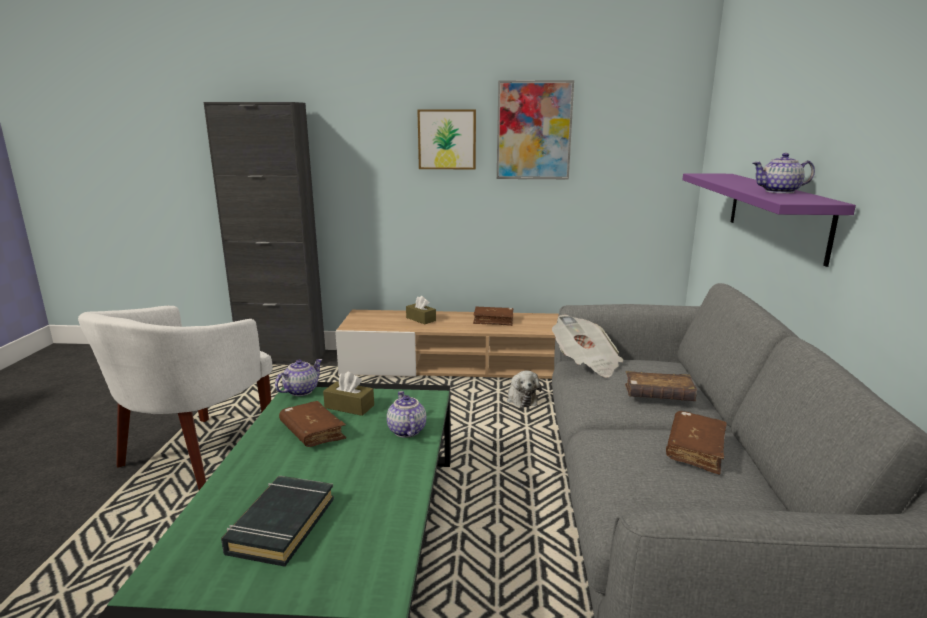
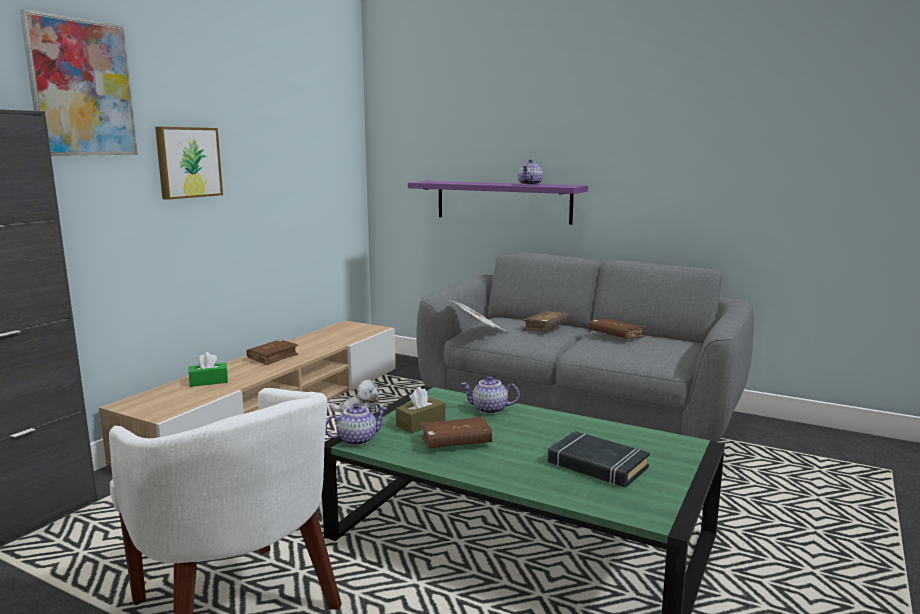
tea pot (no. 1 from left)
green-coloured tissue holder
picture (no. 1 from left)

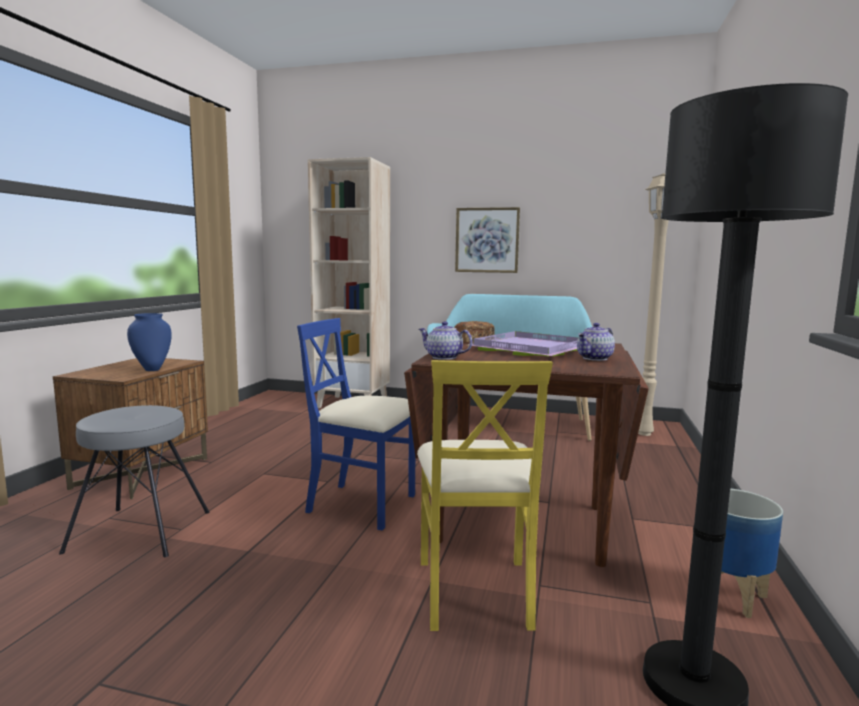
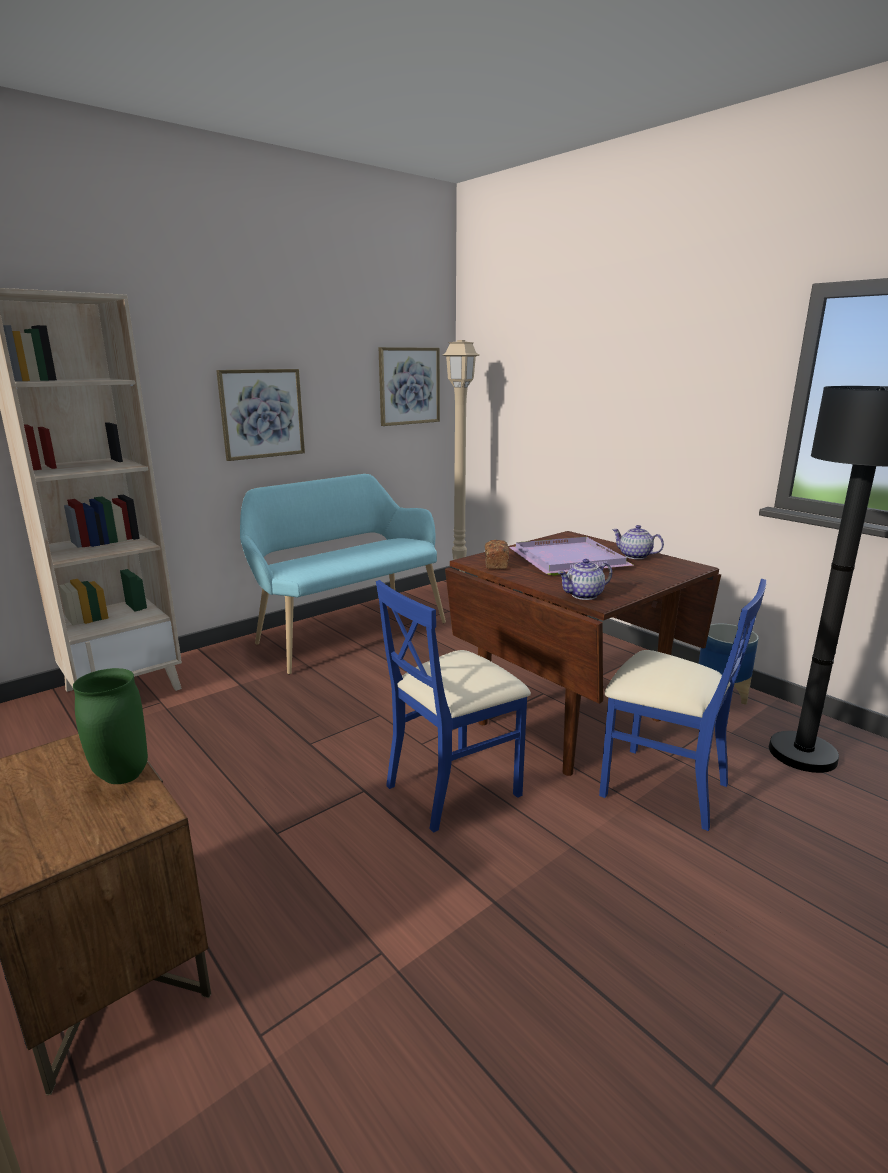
gray sitting stool
green-coloured decorative vase
blue chair (no. 2 from left)
tea pot (no. 2 from left)
picture (no. 2 from left)

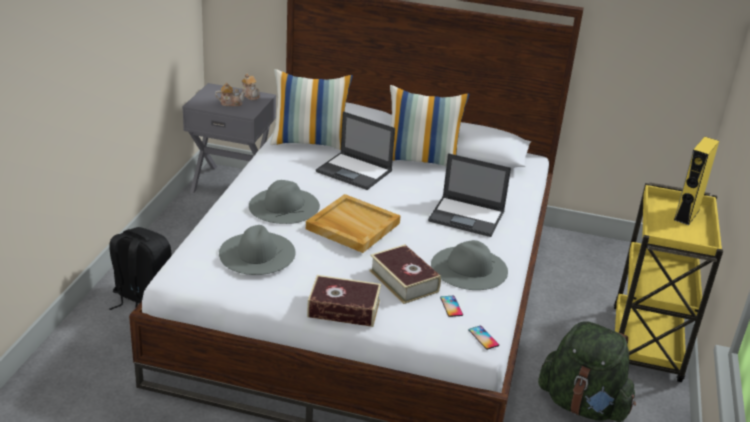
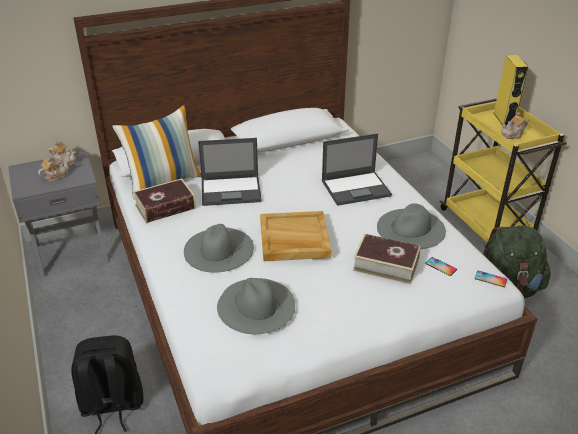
volume (no. 1 from left)
pillow (no. 2 from left in the first image)
tea pot (no. 3 from left)

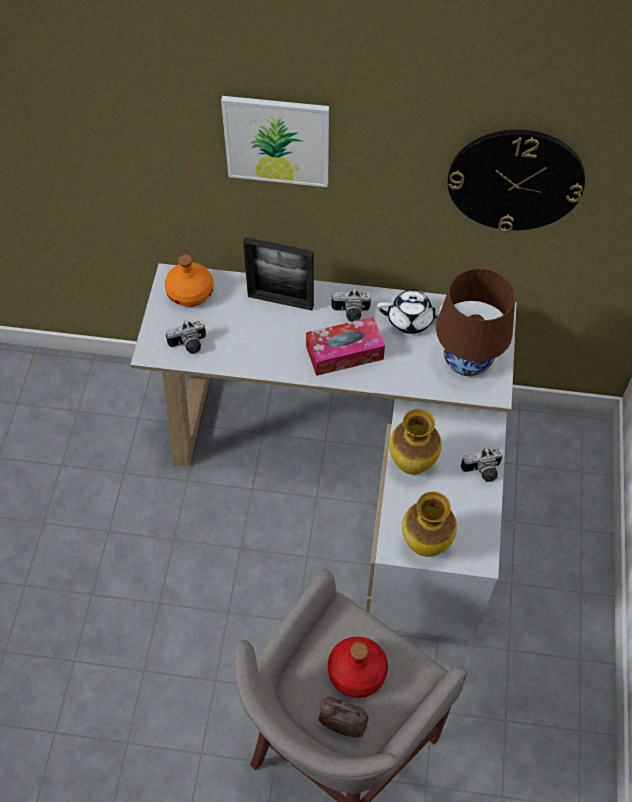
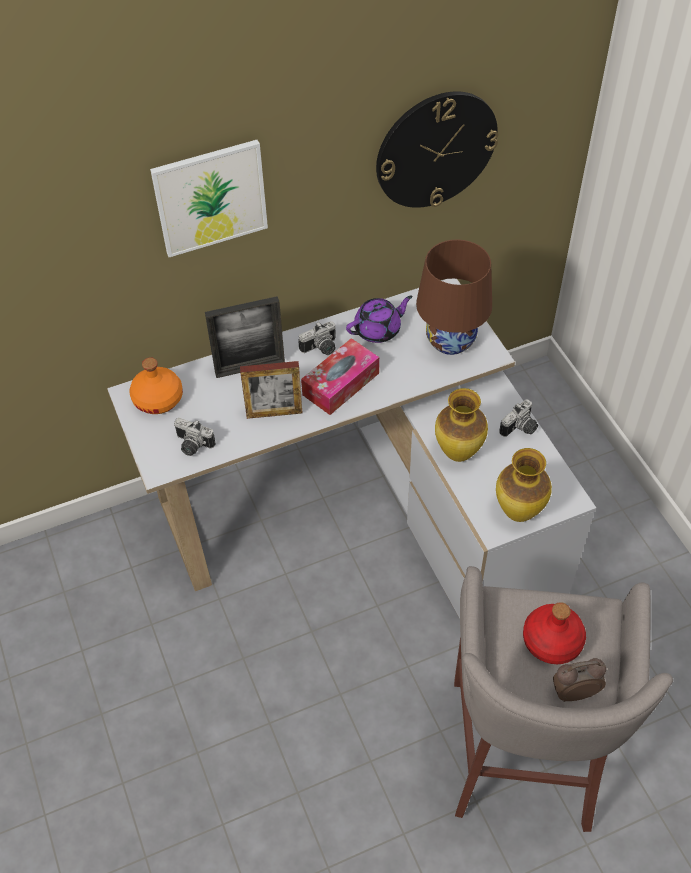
still camera (no. 1 from left)
purple-coloured tea pot
photo frame (no. 2 from left)

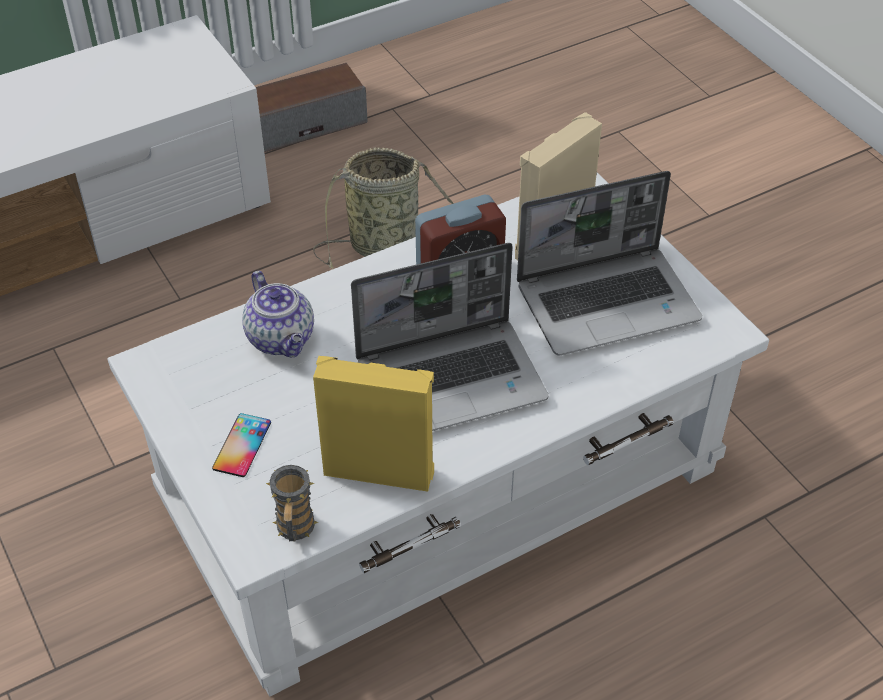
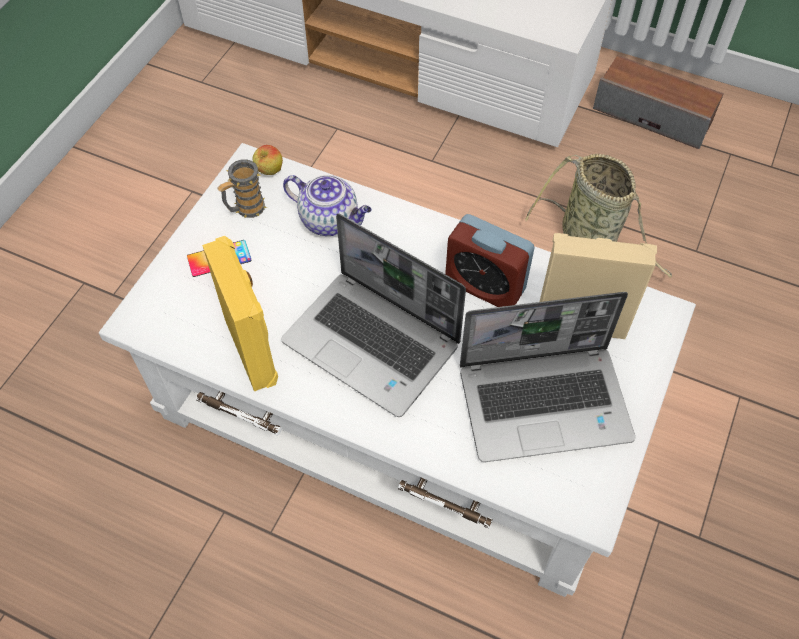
tea pot
tea mug
notebook computer (no. 2 from left)
apple fruit

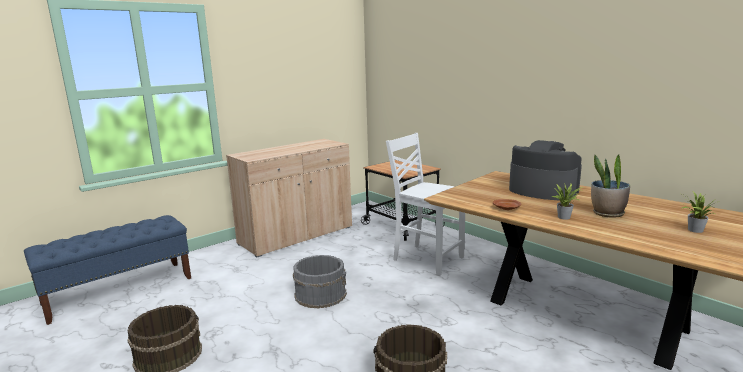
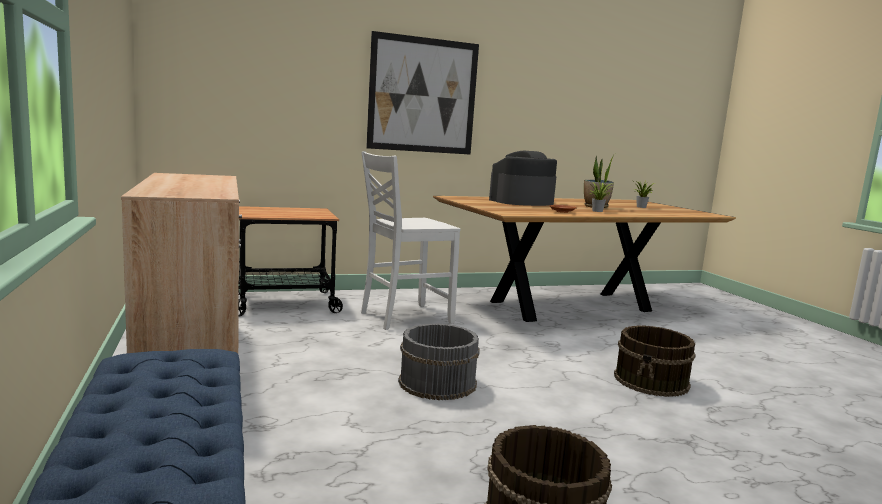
picture

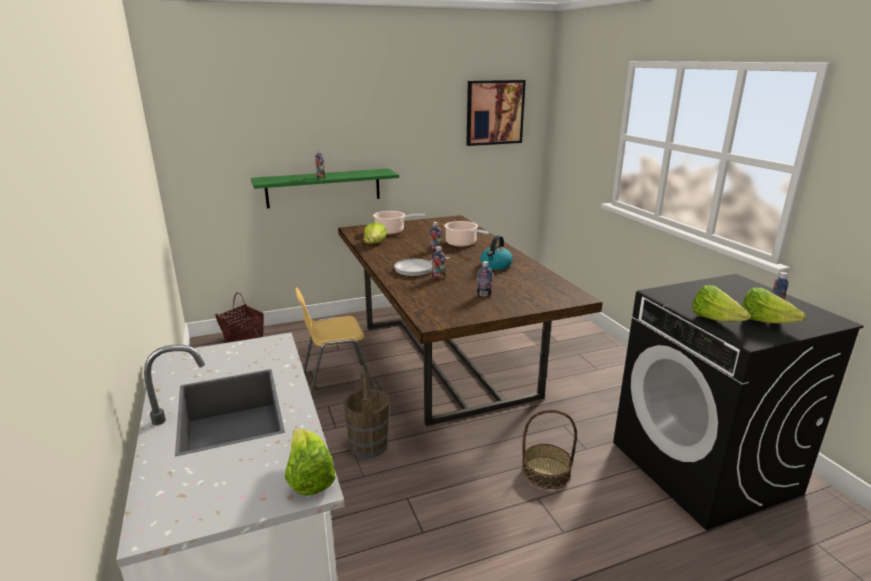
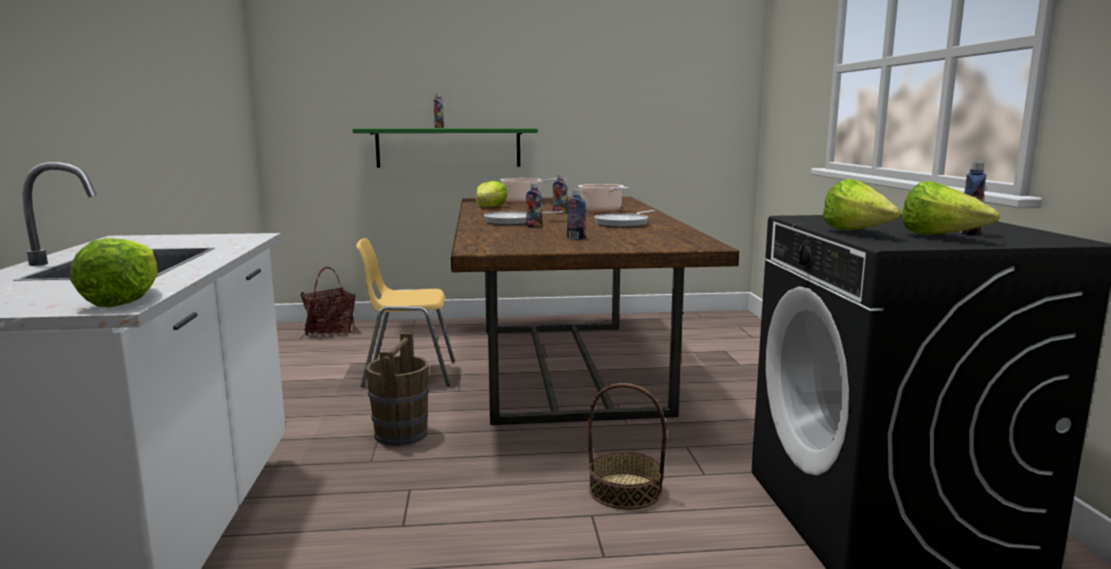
picture
frying pan (no. 2 from left)

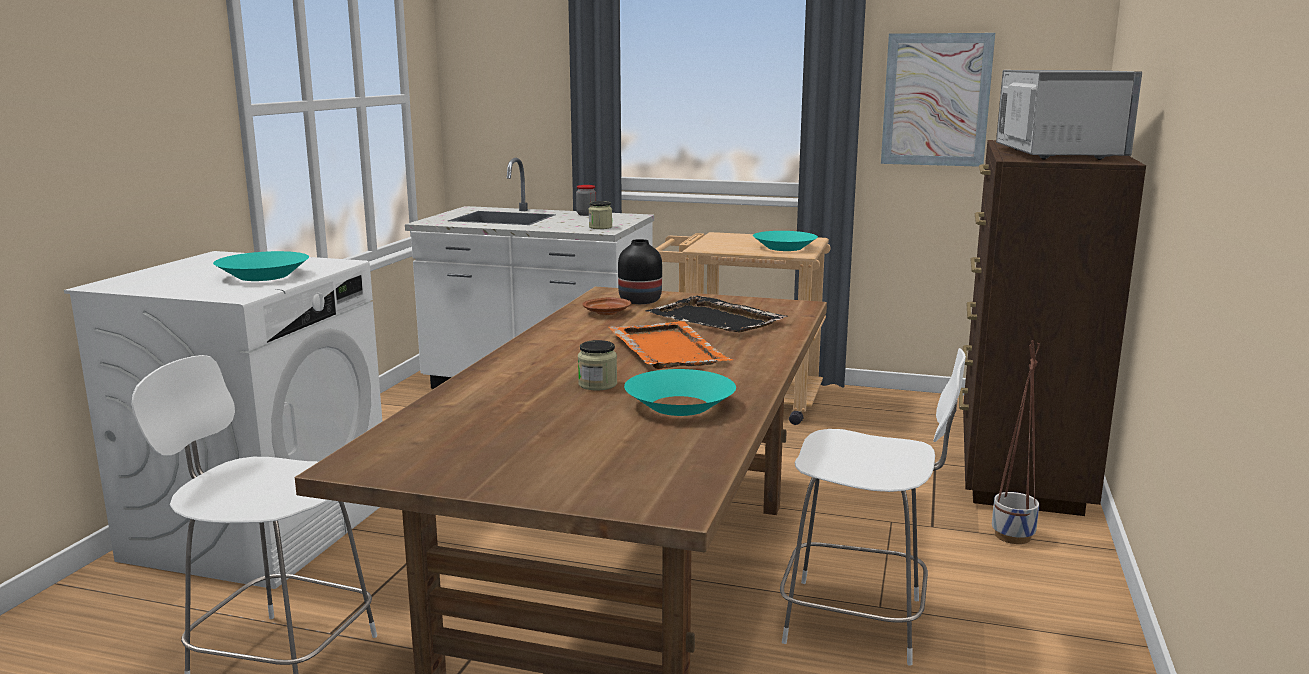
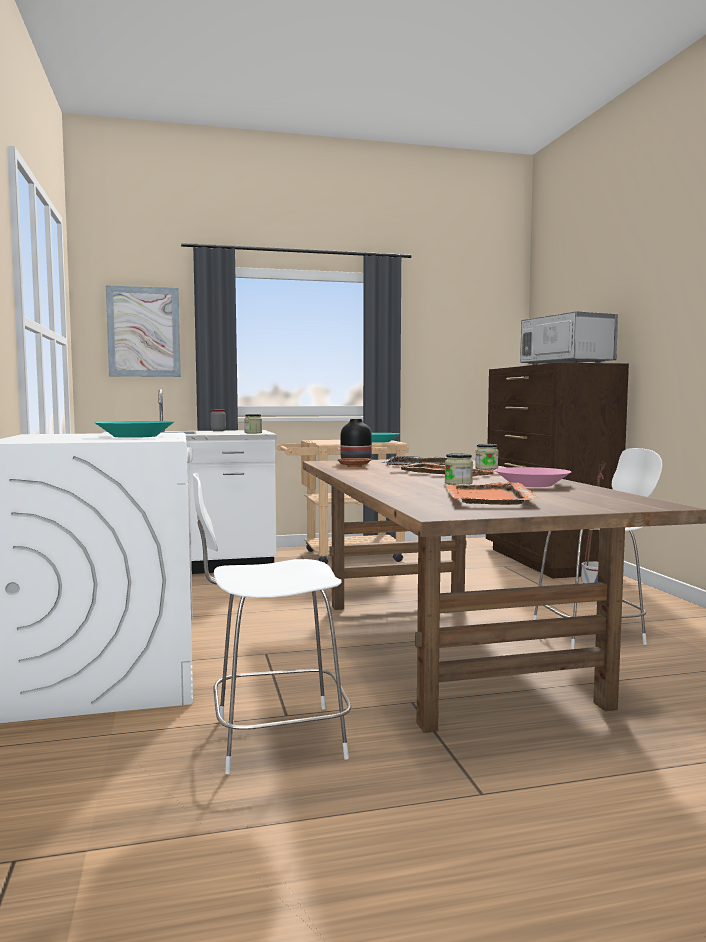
pink-coloured serving bowl
picture
orange tray (no. 2 from left)
jar (no. 4 from left)

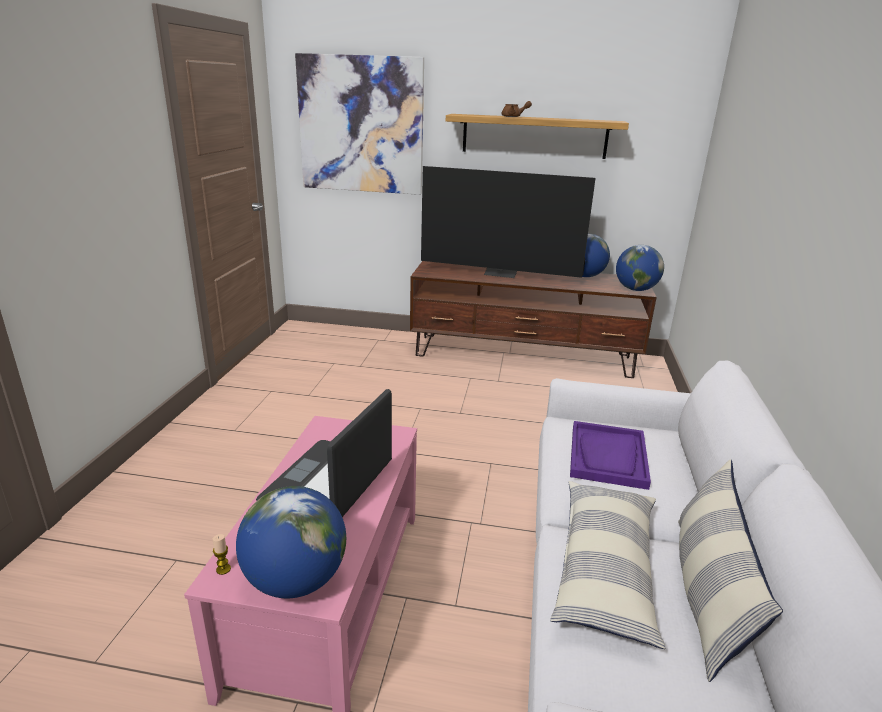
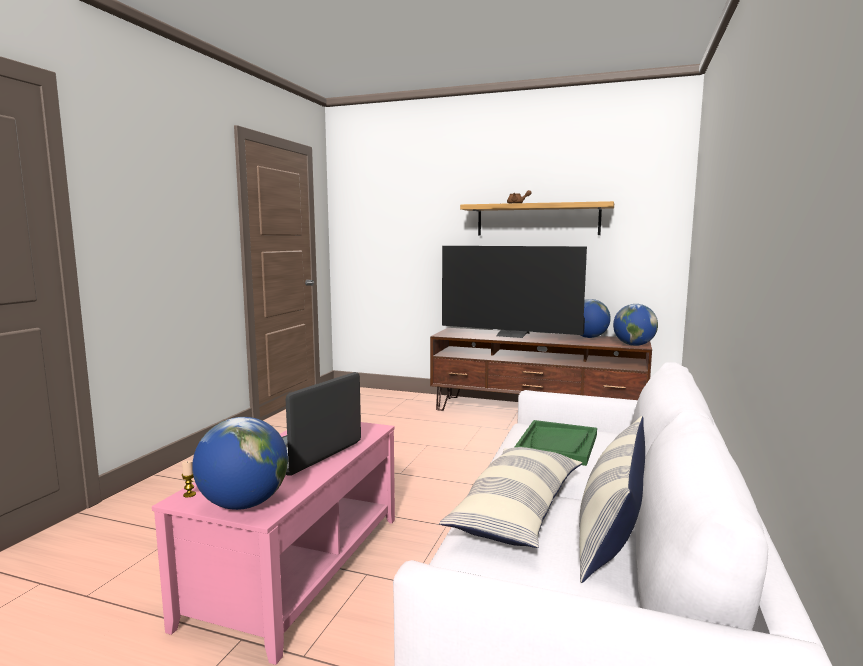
picture
green-coloured tray

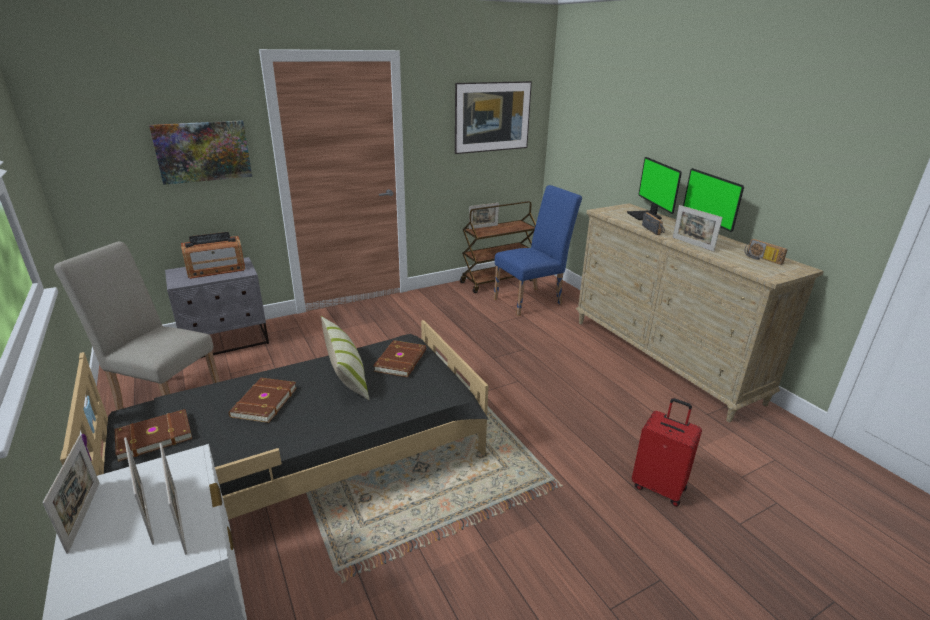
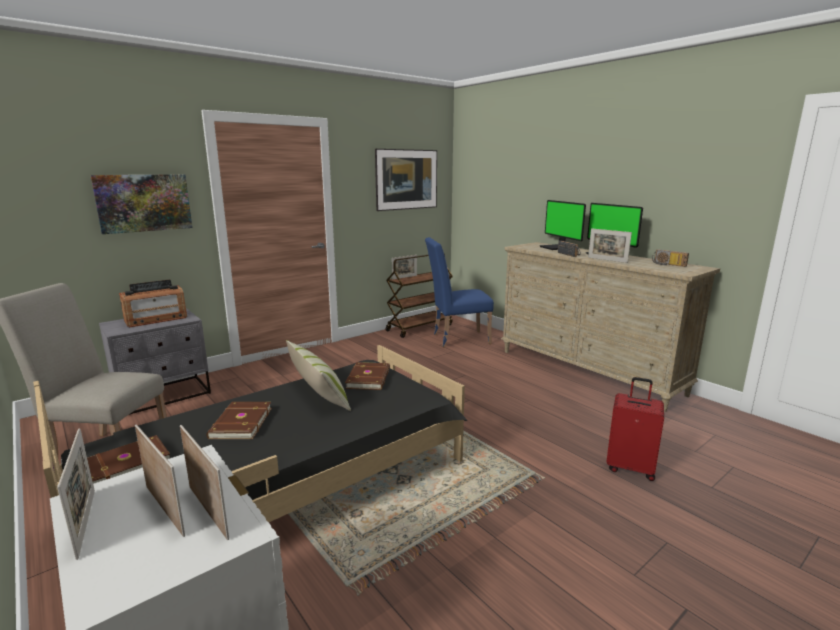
blue chair

